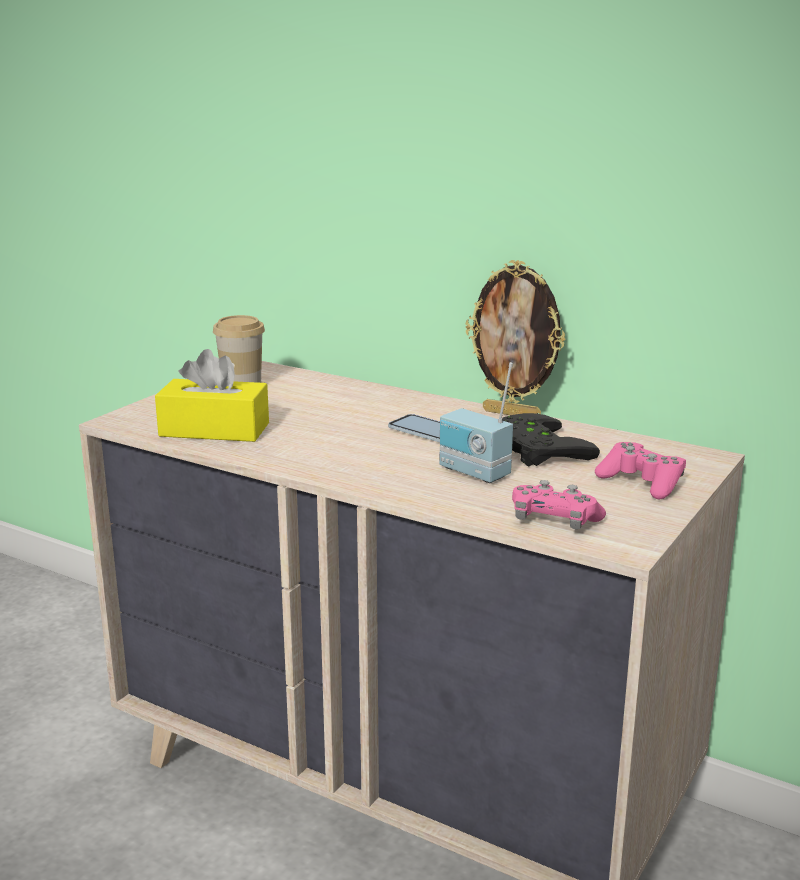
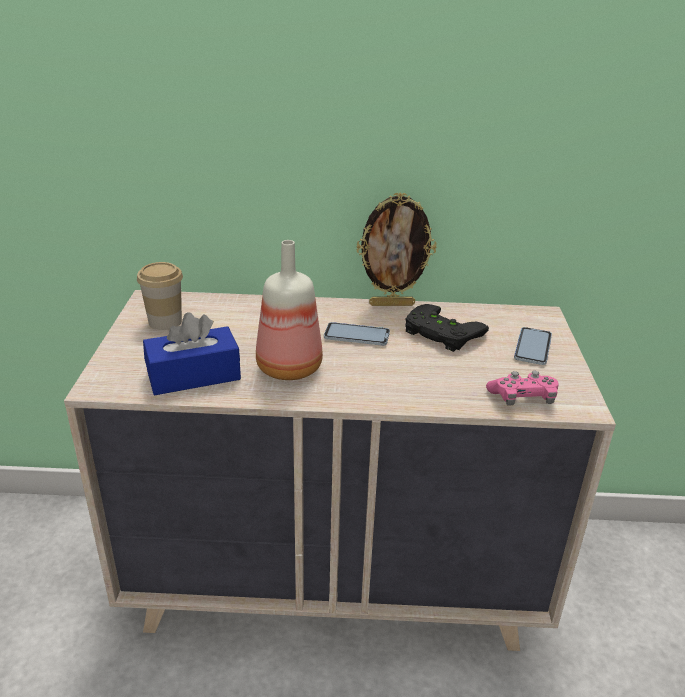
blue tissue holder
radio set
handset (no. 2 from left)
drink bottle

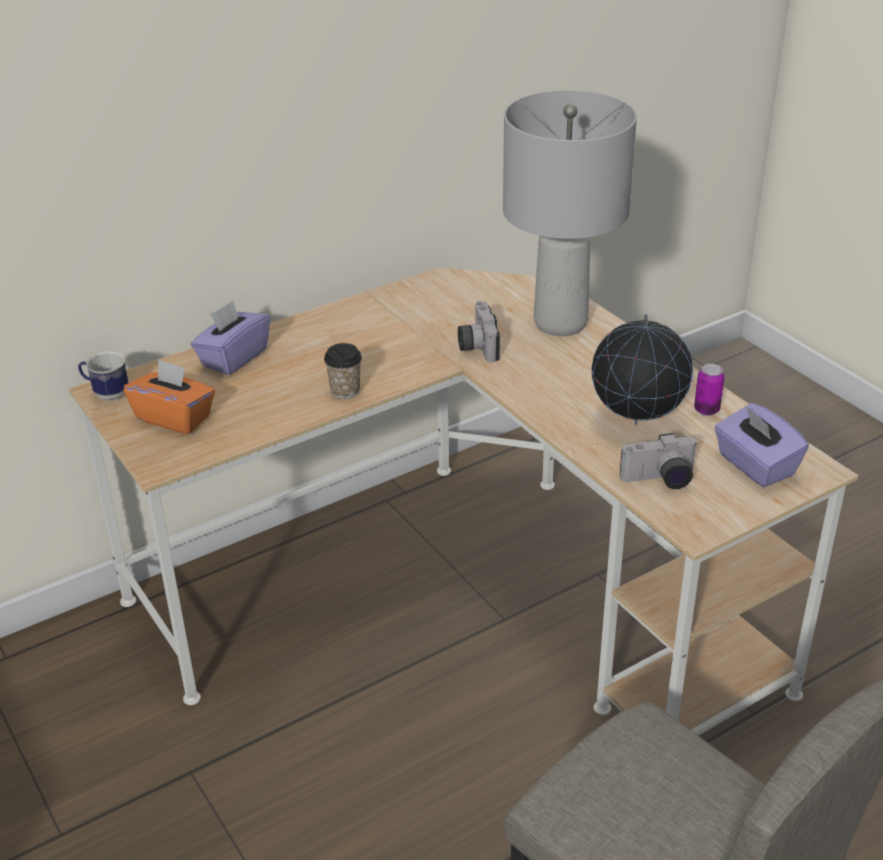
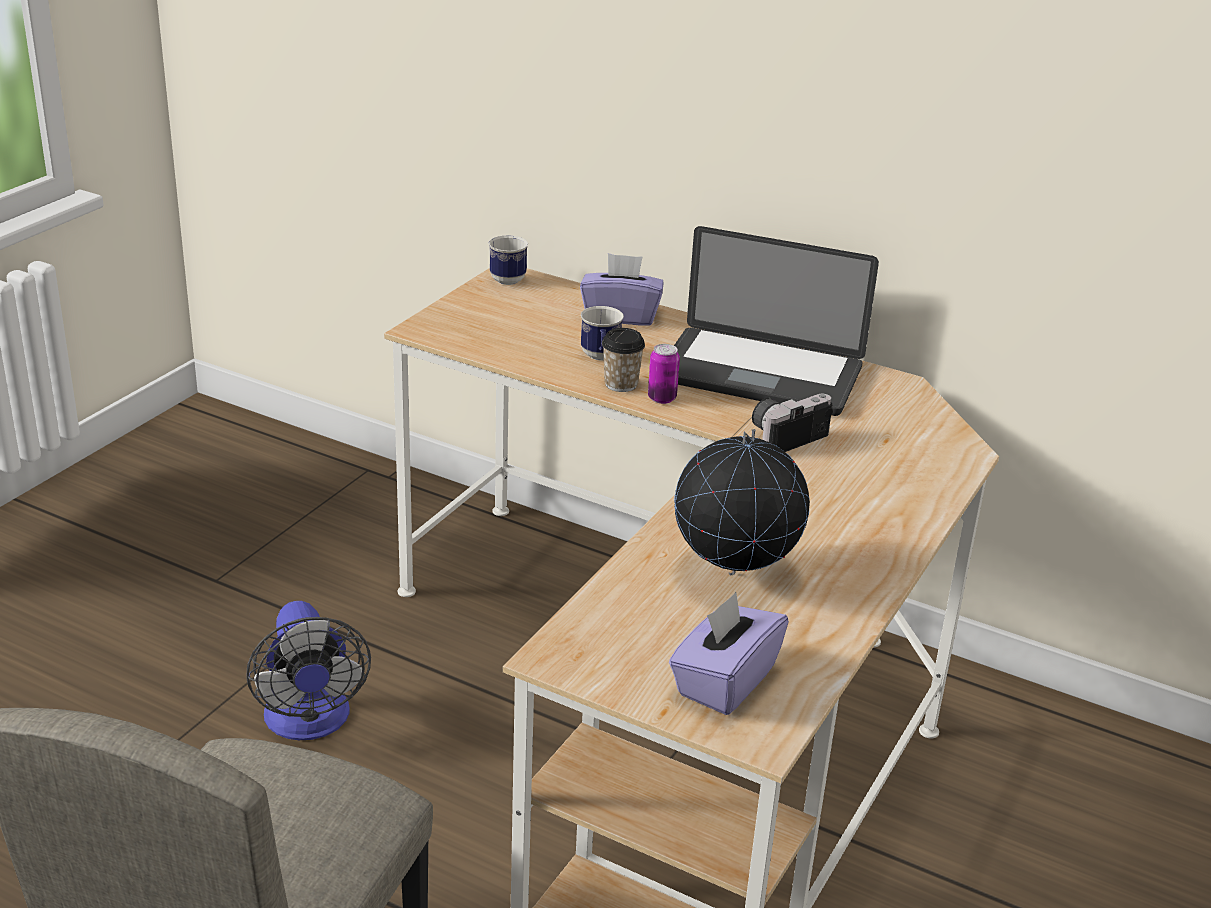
orange tissue holder
gray tabletop lamp
still camera (no. 2 from left in the first image)
metal can
electric fan
tea mug (no. 2 from left)
notebook computer

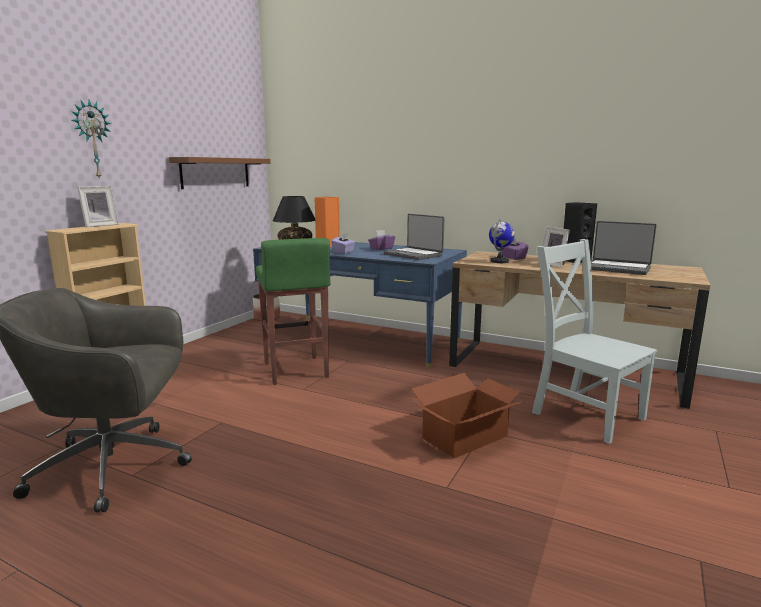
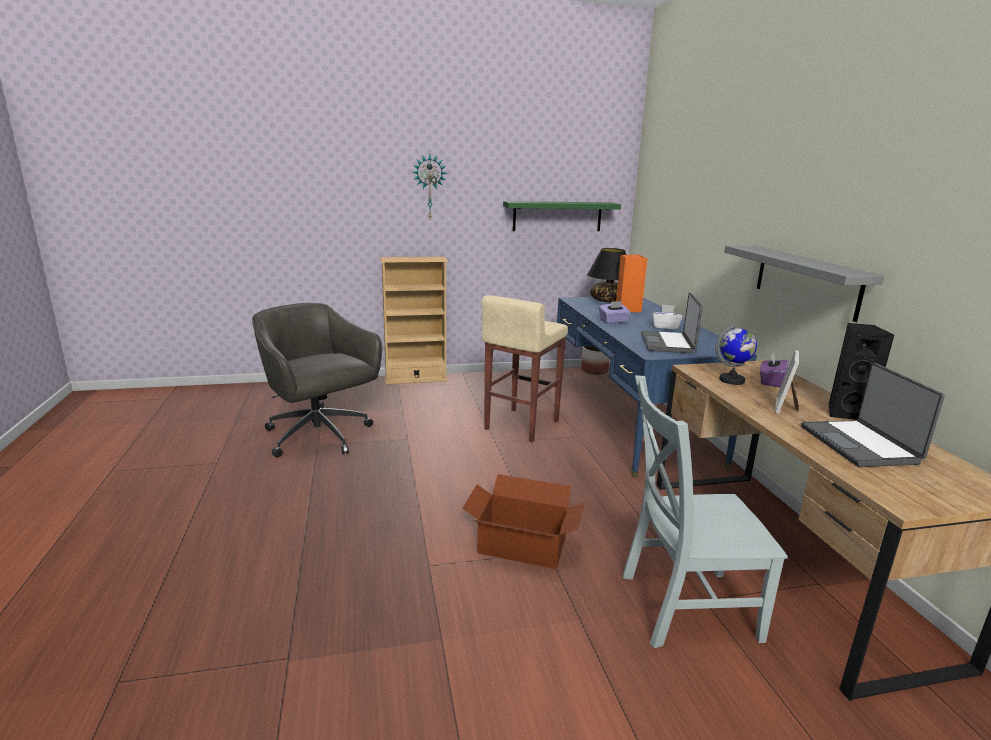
photo frame (no. 1 from left in the first image)
green-coloured wall shelf
beige-coloured sitting stool
white tissue holder
gray chair
gray wall shelf

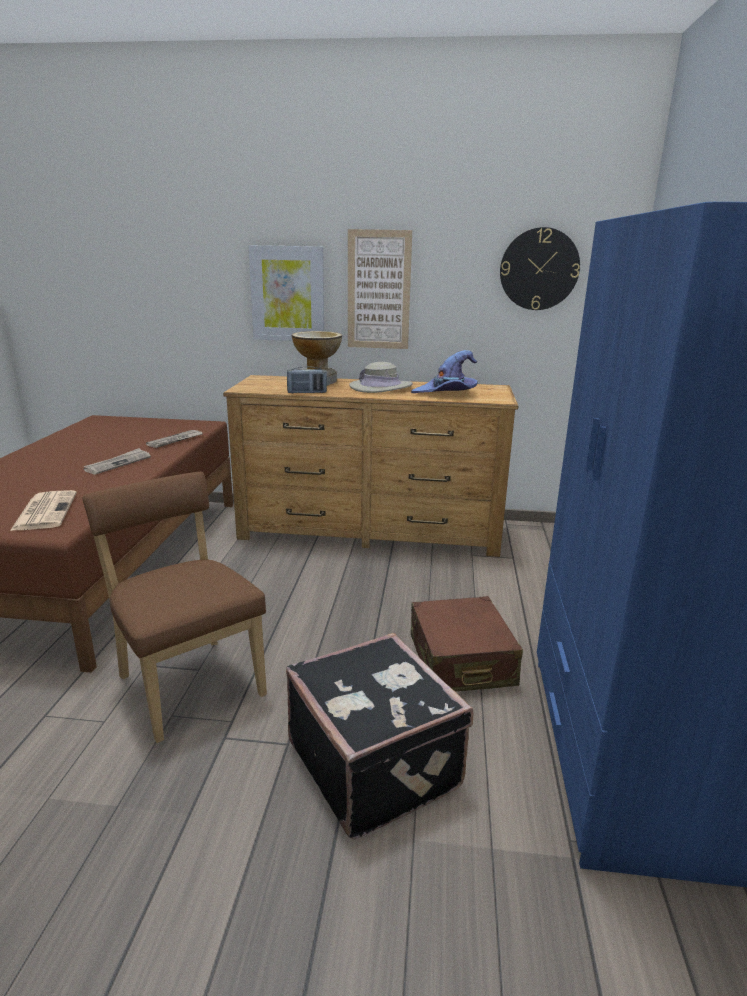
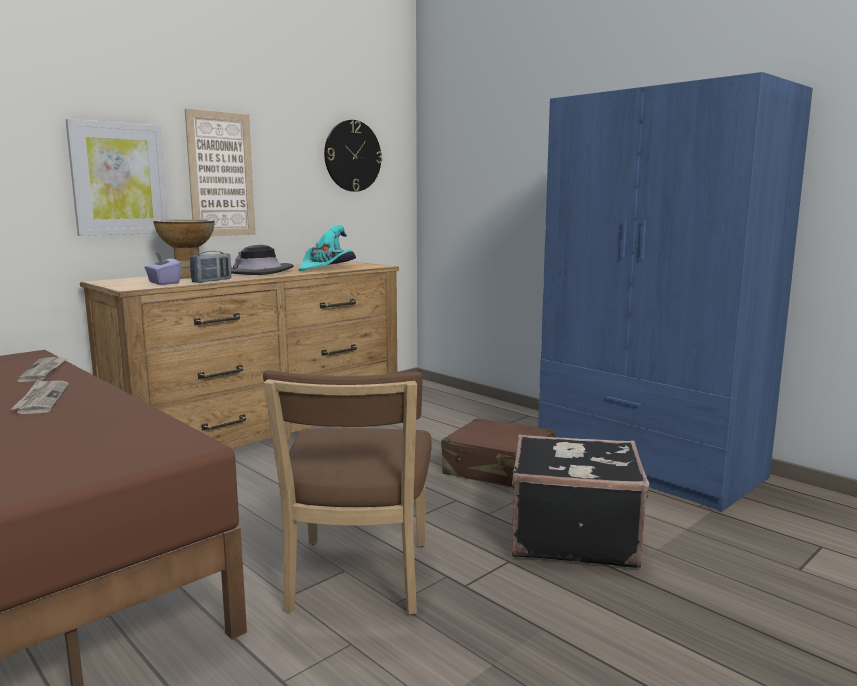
daily paper (no. 1 from left in the first image)
brown-coloured chair
black wearable hat
turquoise wearable hat
purple-coloured tissue holder

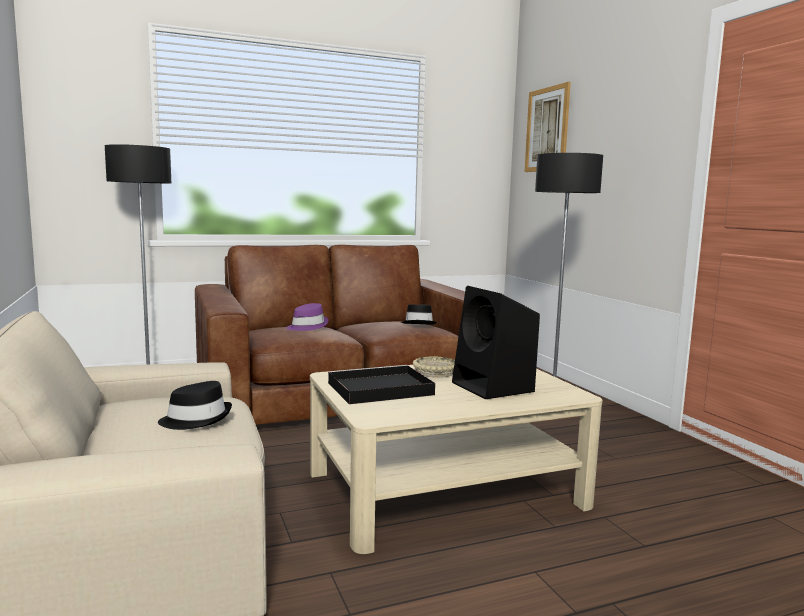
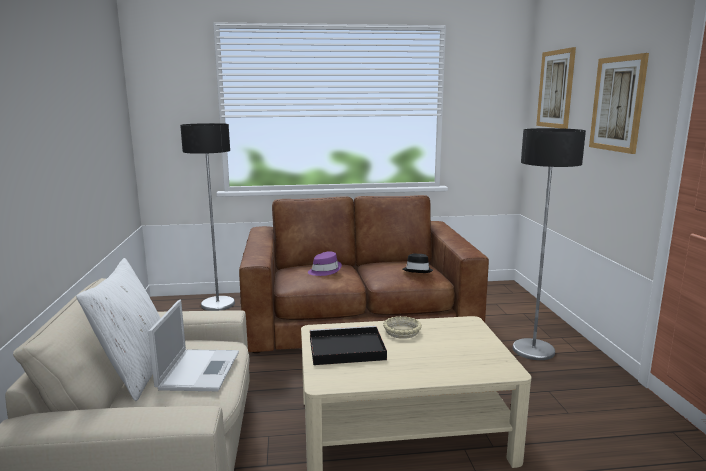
notebook computer
black speaker
white pillow
picture (no. 2 from left)

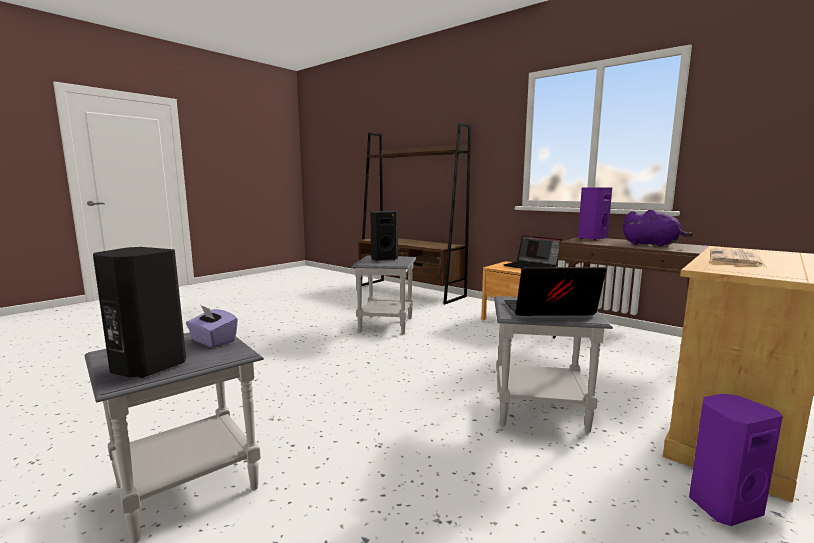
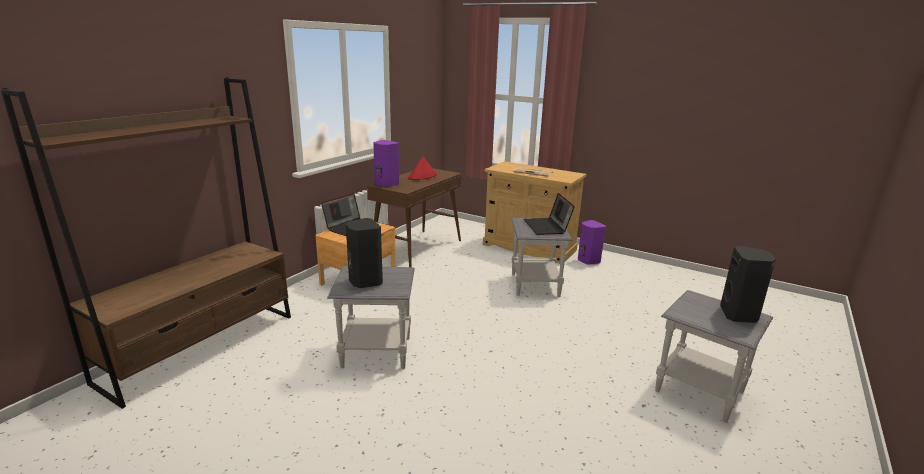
purple-coloured tissue holder
red wearable hat

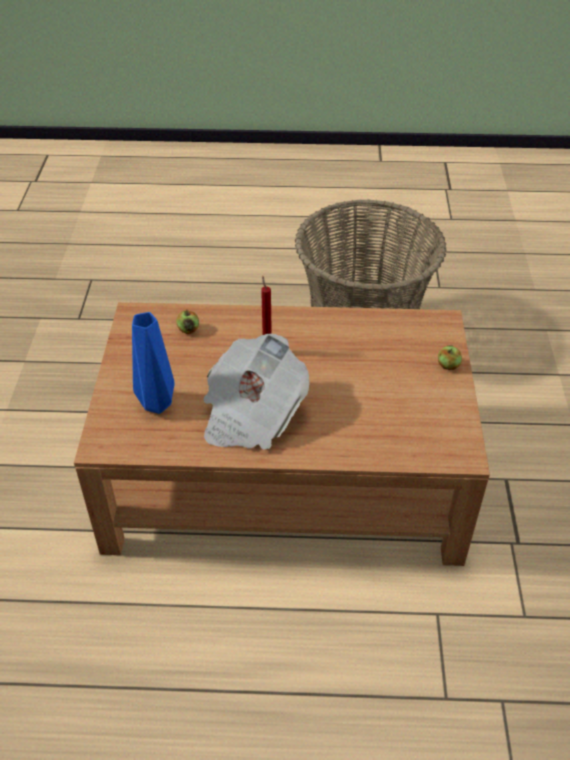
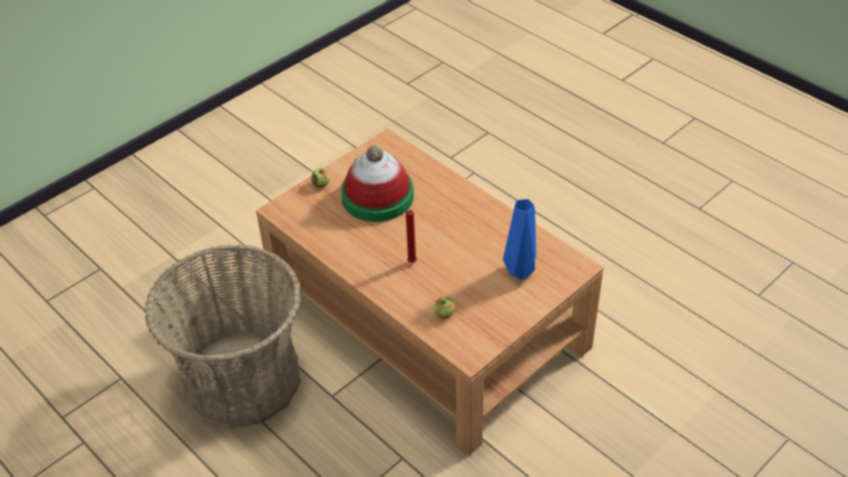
daily paper
wearable hat

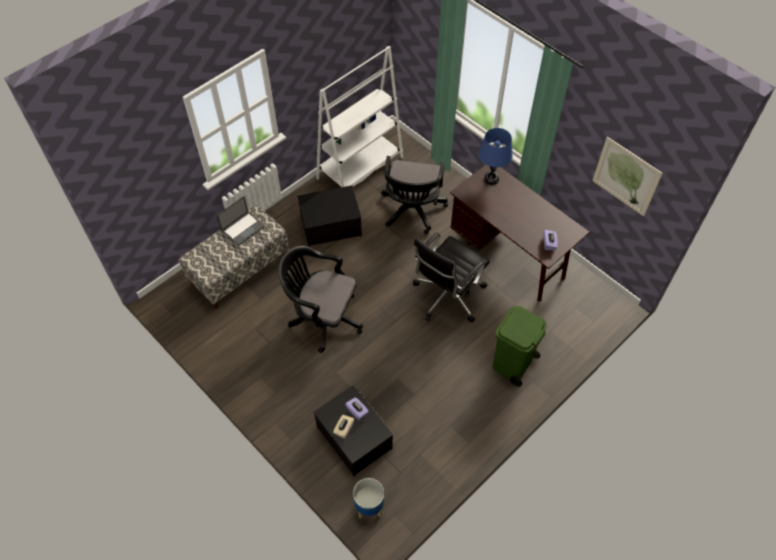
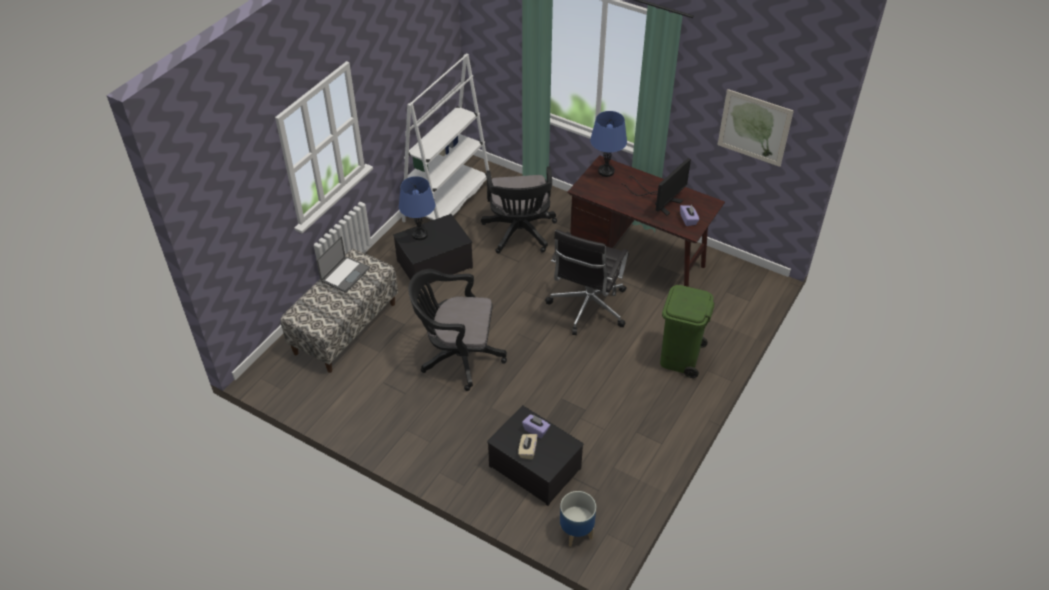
blue tabletop lamp (no. 1 from left)
computer display

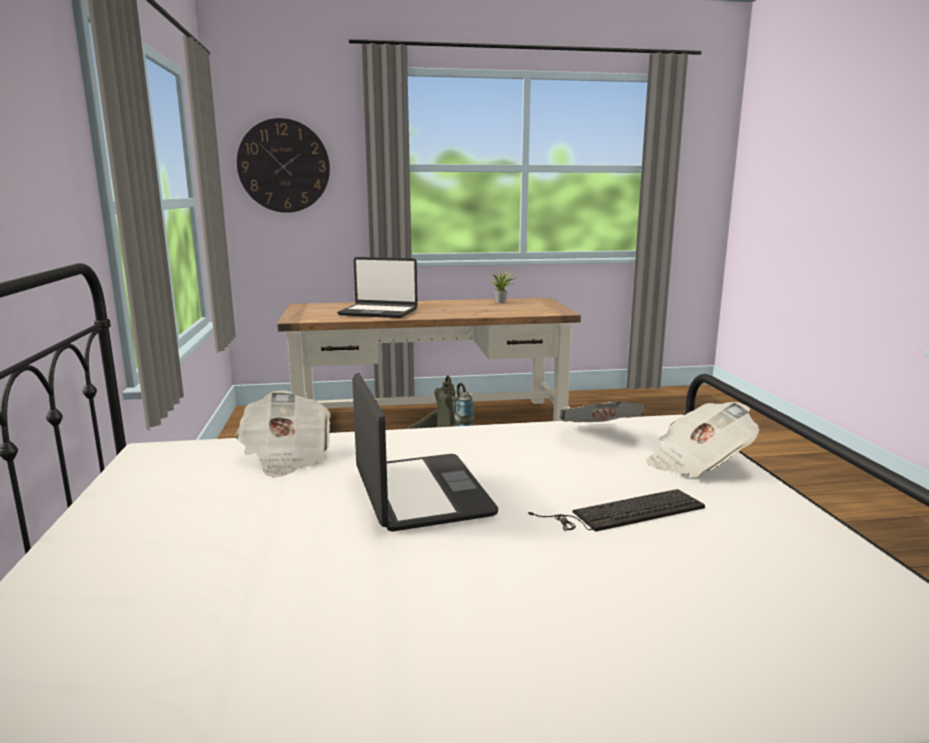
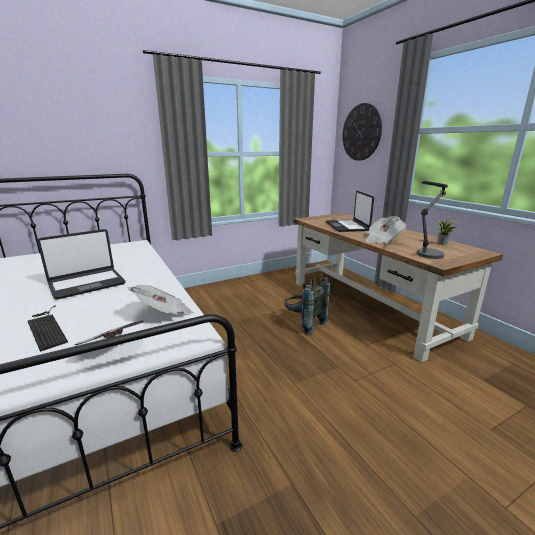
daily paper (no. 3 from left)
tabletop lamp

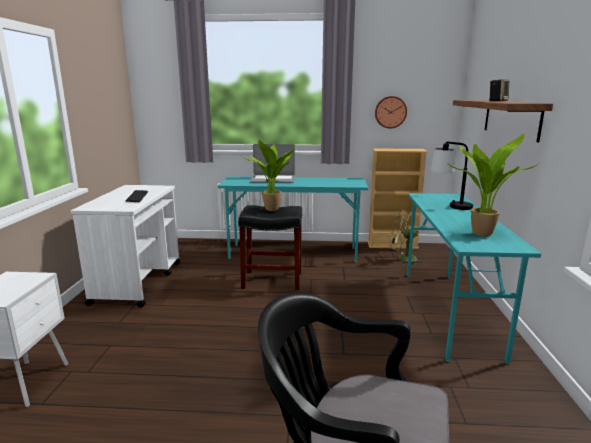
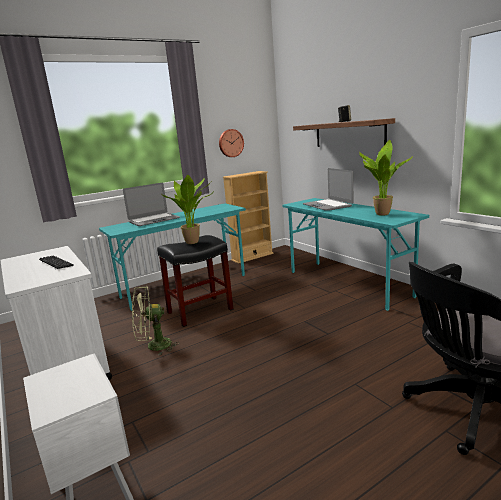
green-coloured electric fan
notebook computer (no. 2 from left)

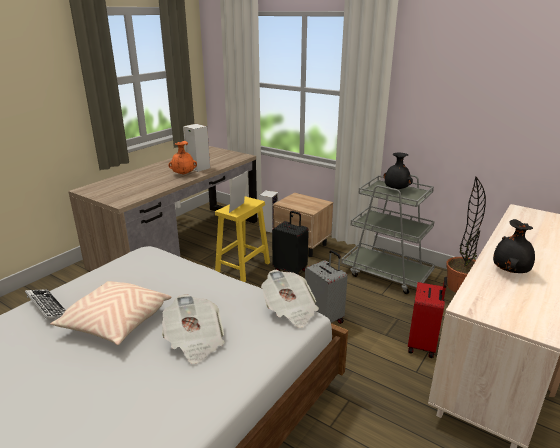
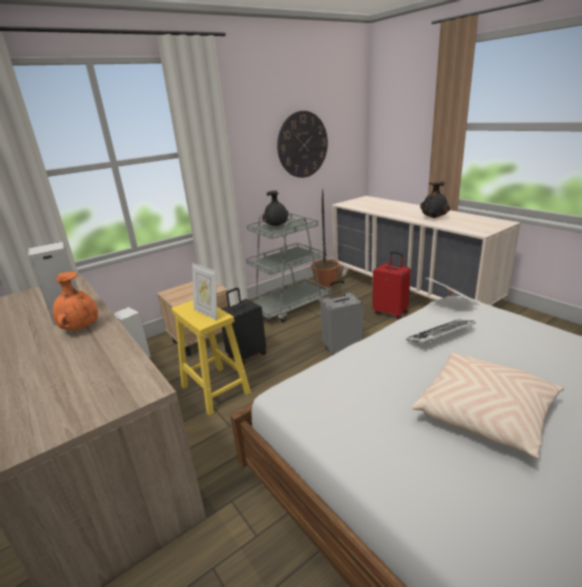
computer keyboard
daily paper (no. 1 from left in the first image)
clock on the wall

